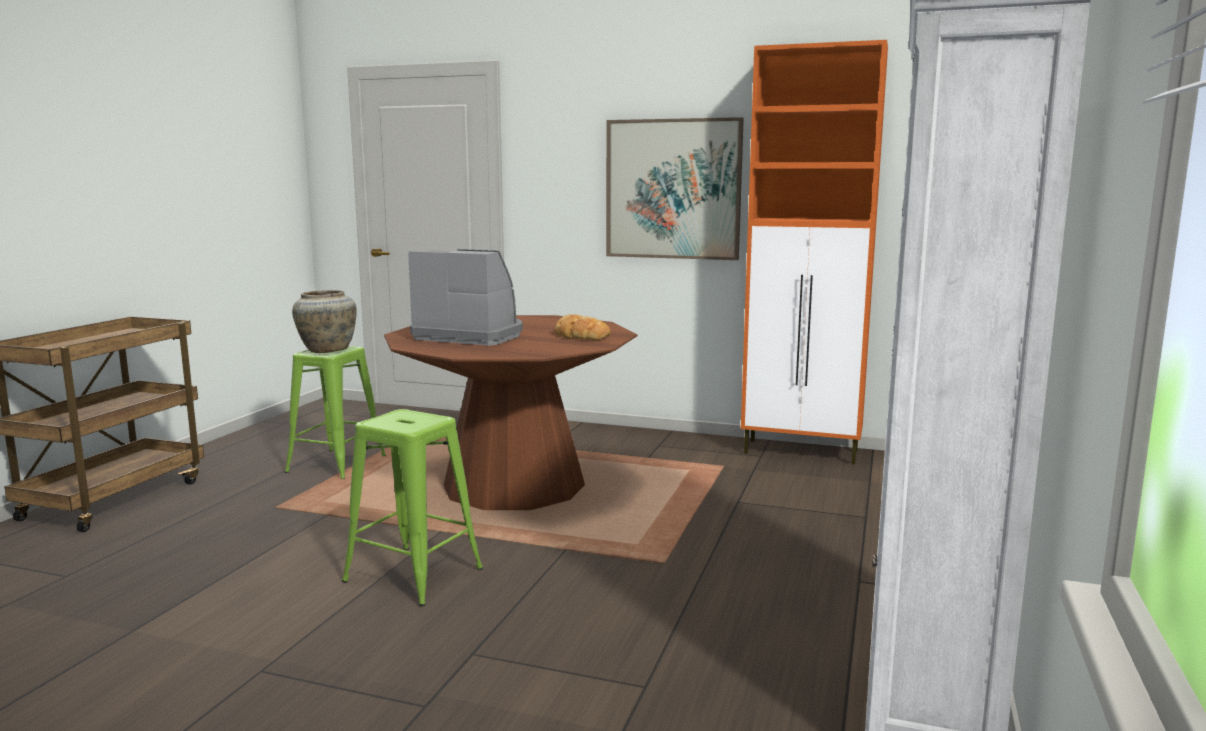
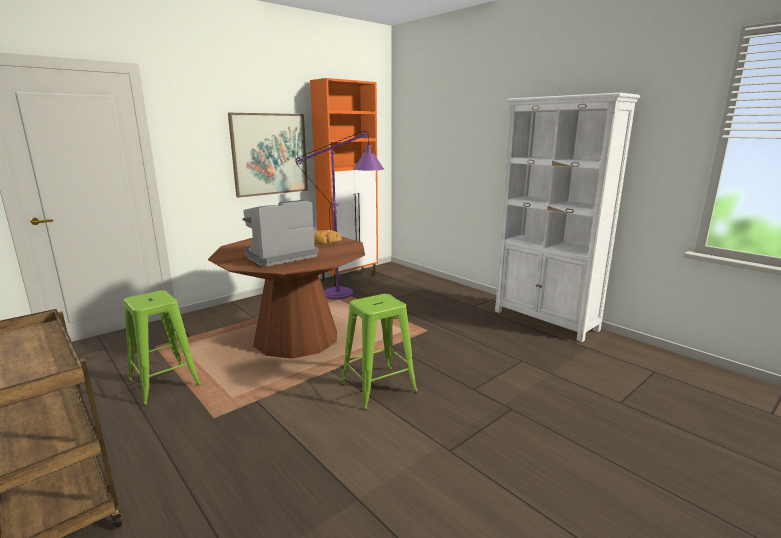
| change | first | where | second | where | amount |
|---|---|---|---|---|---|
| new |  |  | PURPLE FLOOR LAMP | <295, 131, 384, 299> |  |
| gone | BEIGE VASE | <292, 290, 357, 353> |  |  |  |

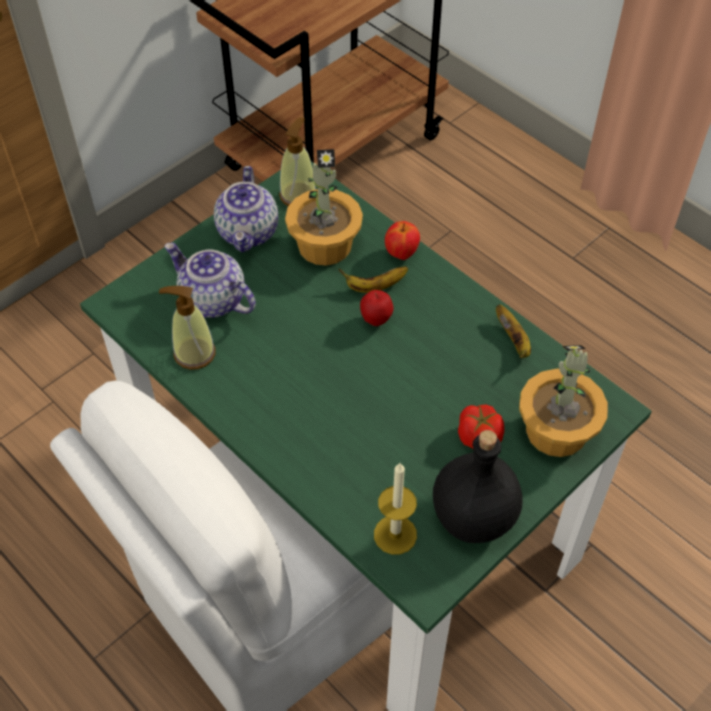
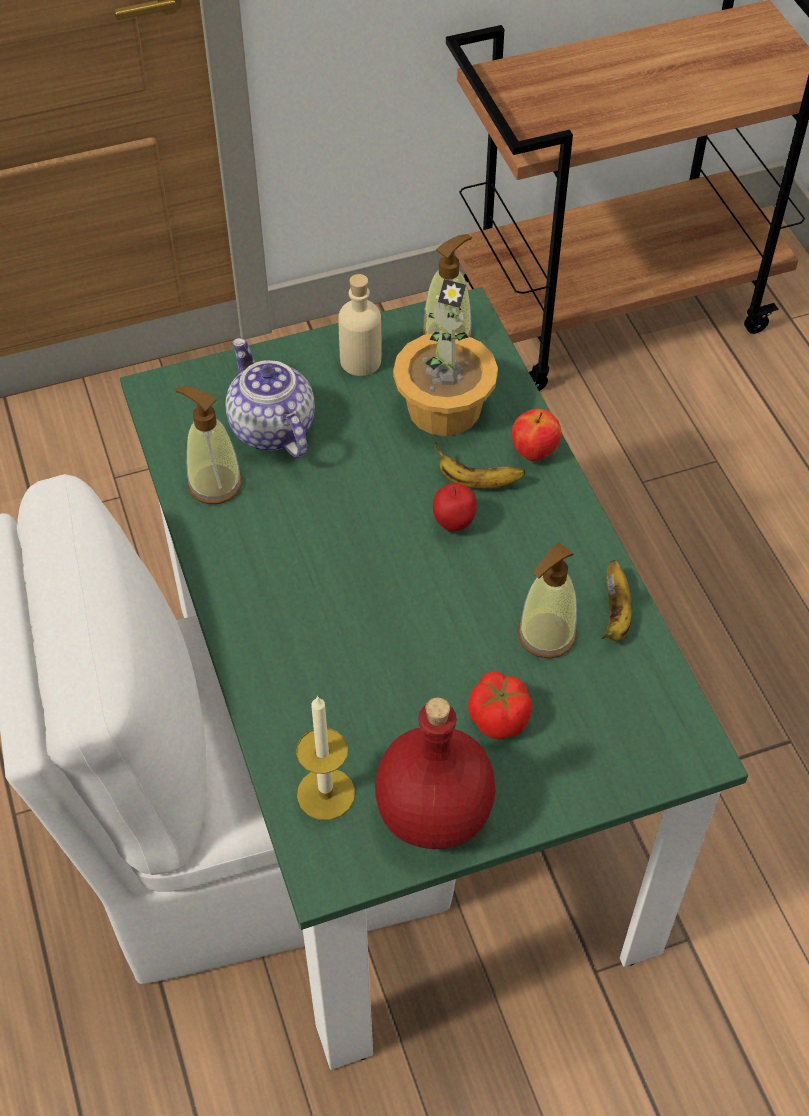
| change | first | where | second | where | amount |
|---|---|---|---|---|---|
| swapped | TEAPOT | <214, 166, 278, 252> | BEIGE BOTTLE | <338, 274, 381, 376> |  |
| repainted | BLACK BOTTLE | <433, 430, 522, 543> | RED BOTTLE | <375, 697, 496, 849> |  |
| new |  |  | SOAP DISPENSER | <518, 542, 577, 658> |  |
| gone | POTTED PLANT | <519, 345, 608, 457> |  |  |  |

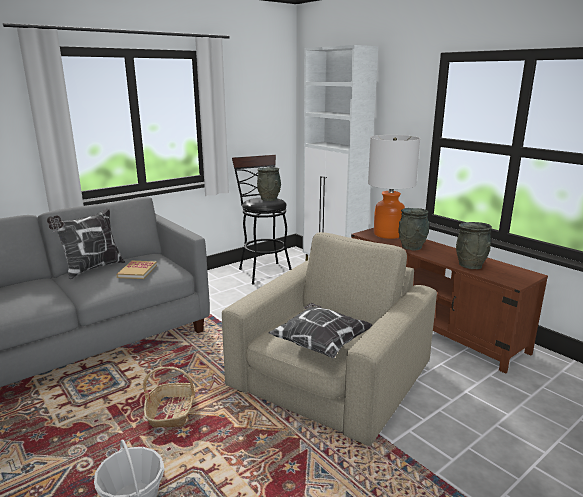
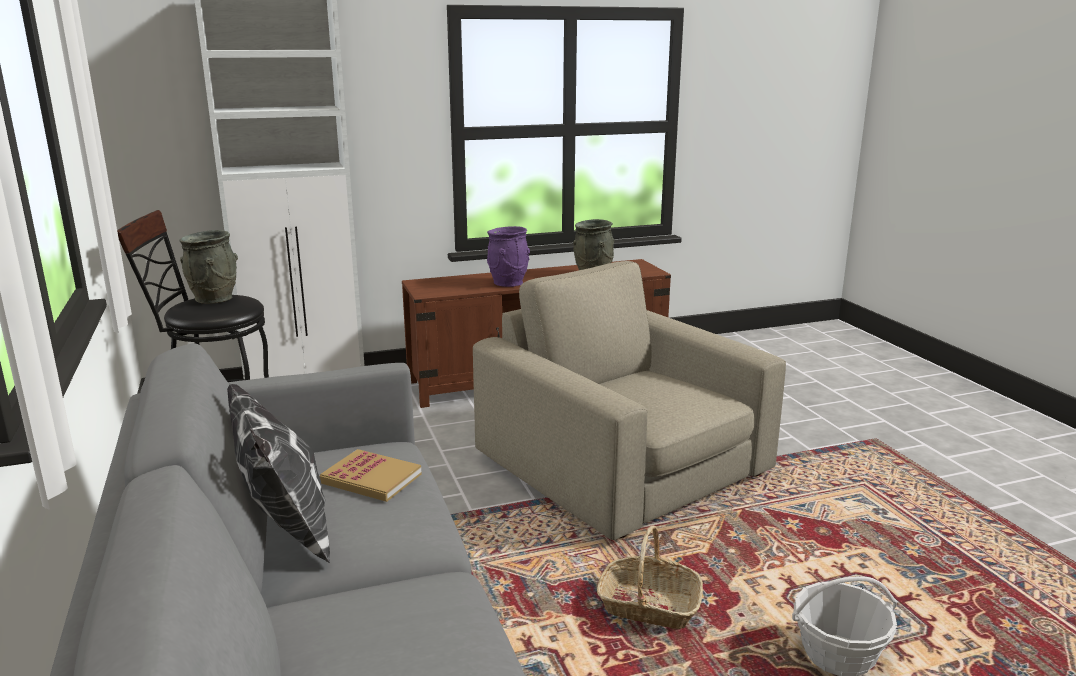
| change | first | where | second | where | amount |
|---|---|---|---|---|---|
| repainted | GREY VASE | <398, 208, 430, 251> | PURPLE VASE | <487, 226, 530, 287> |  |
| gone | PILLOW | <268, 303, 372, 358> |  |  |  |
| gone | TABLE LAMP | <368, 135, 420, 239> |  |  |  |

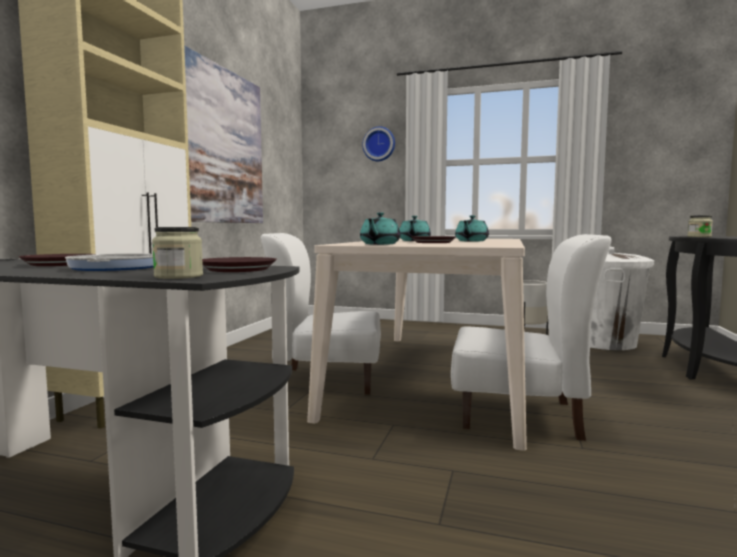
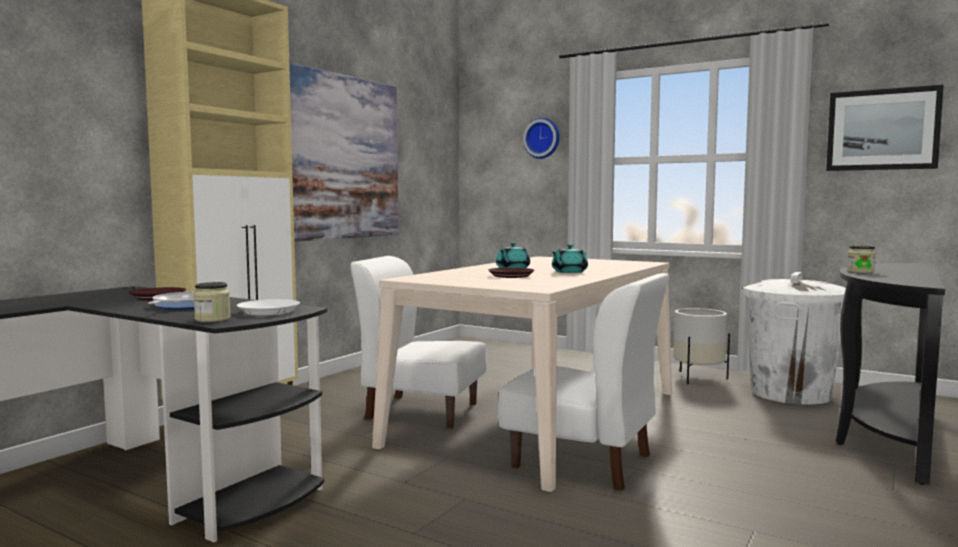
| change | first | where | second | where | amount |
|---|---|---|---|---|---|
| repainted | BROWN PLATE | <202, 257, 277, 272> | WHITE PLATE | <237, 299, 300, 315> |  |
| new |  |  | PICTURE | <826, 85, 944, 171> |  |
| gone | TURQUOISE TEAPOT | <360, 212, 401, 245> |  |  |  |

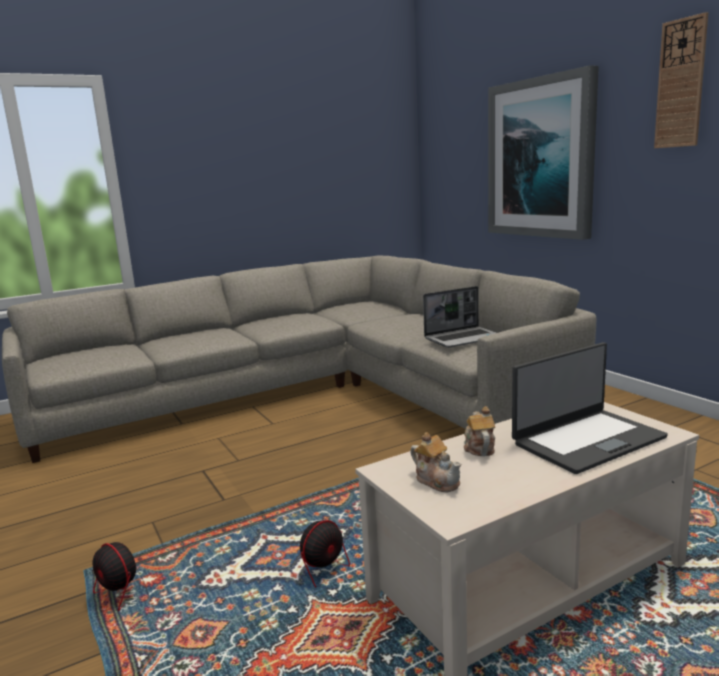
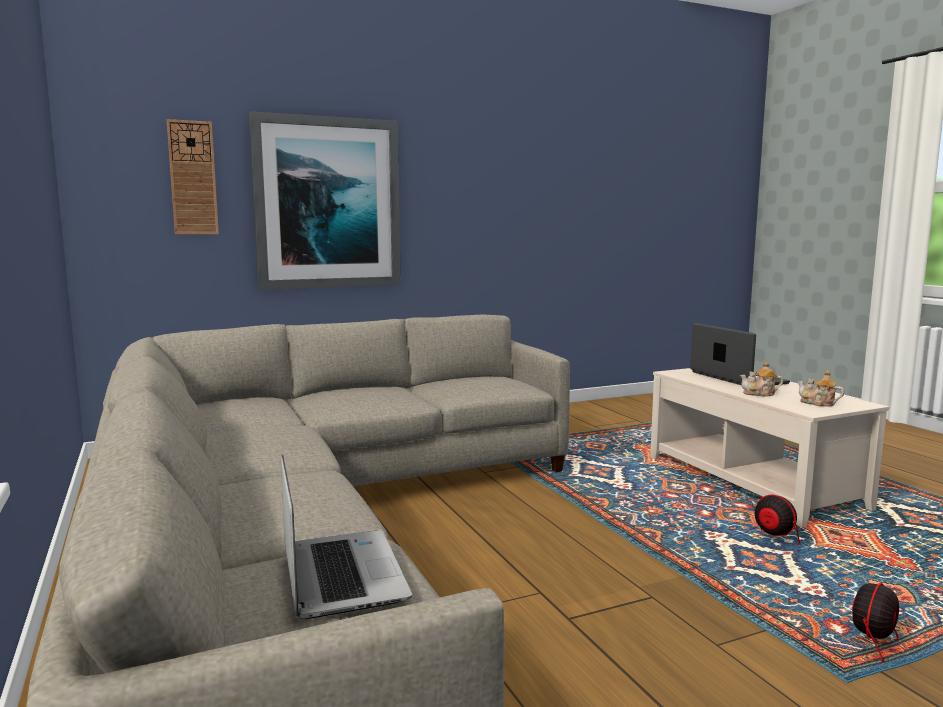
| change | first | where | second | where | amount |
|---|---|---|---|---|---|
| shifted | WALL CLOCK | <654, 12, 708, 148> |  | <167, 119, 219, 235> |  |
| shifted | LAPTOP | <423, 286, 496, 348> |  | <281, 455, 412, 619> |  |
| rotated | TEAPOT | <410, 432, 461, 492> |  | <798, 370, 844, 406> | 105 degrees counterclockwise |

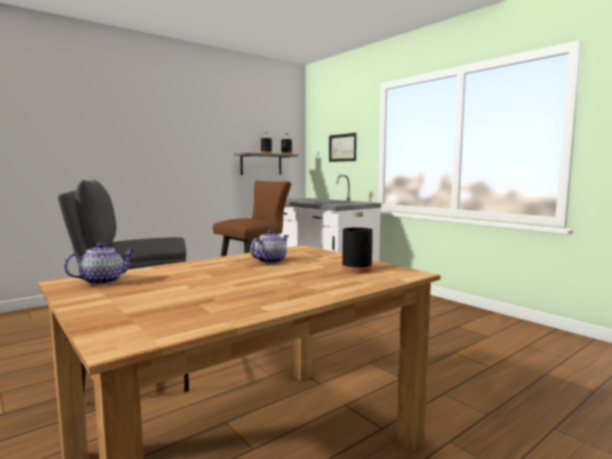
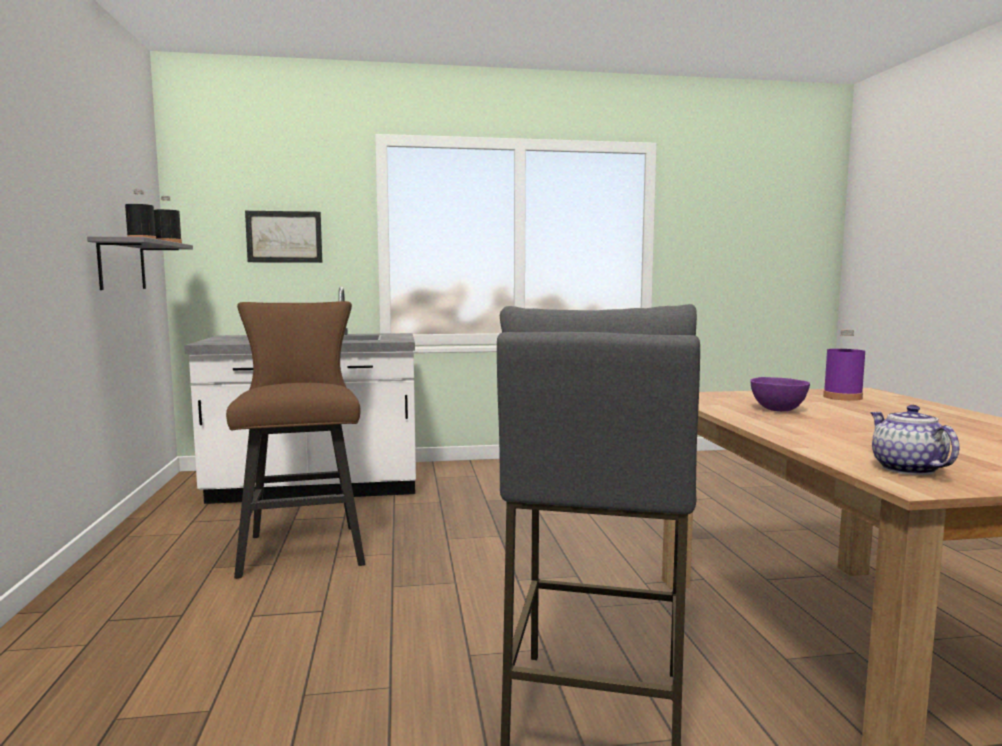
| change | first | where | second | where | amount |
|---|---|---|---|---|---|
| swapped | TEAPOT | <250, 230, 289, 264> | PURPLE BOWL | <750, 377, 810, 411> |  |
| repainted | BLACK BOTTLE | <342, 211, 373, 274> | PURPLE BOTTLE | <823, 330, 865, 401> |  |

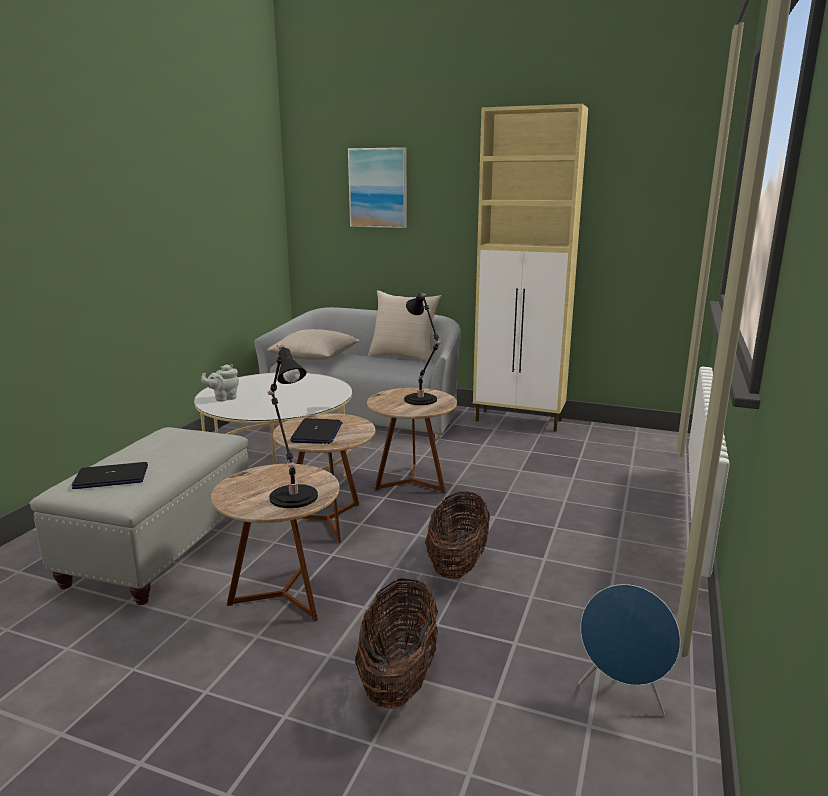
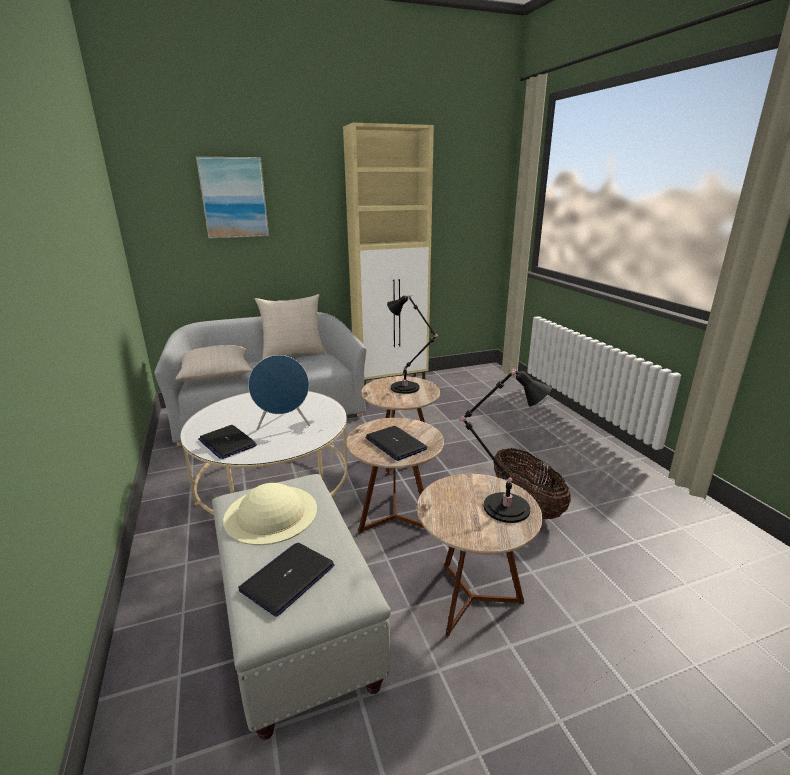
| change | first | where | second | where | amount |
|---|---|---|---|---|---|
| swapped | GREY TEAPOT | <201, 364, 239, 402> | LAPTOP | <198, 425, 257, 459> |  |
| new |  |  | BEIGE HAT | <223, 483, 317, 545> |  |
| shifted | BLUE SPEAKER | <578, 584, 681, 716> |  | <248, 355, 310, 430> |  |
| gone | BASKET | <355, 578, 438, 709> |  |  |  |

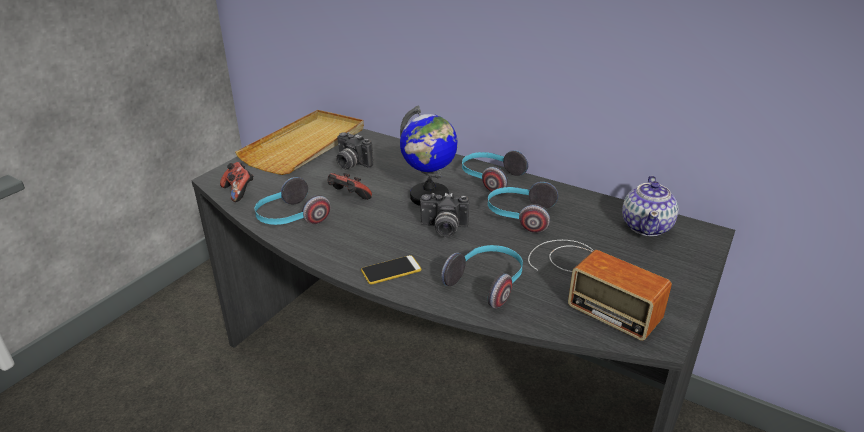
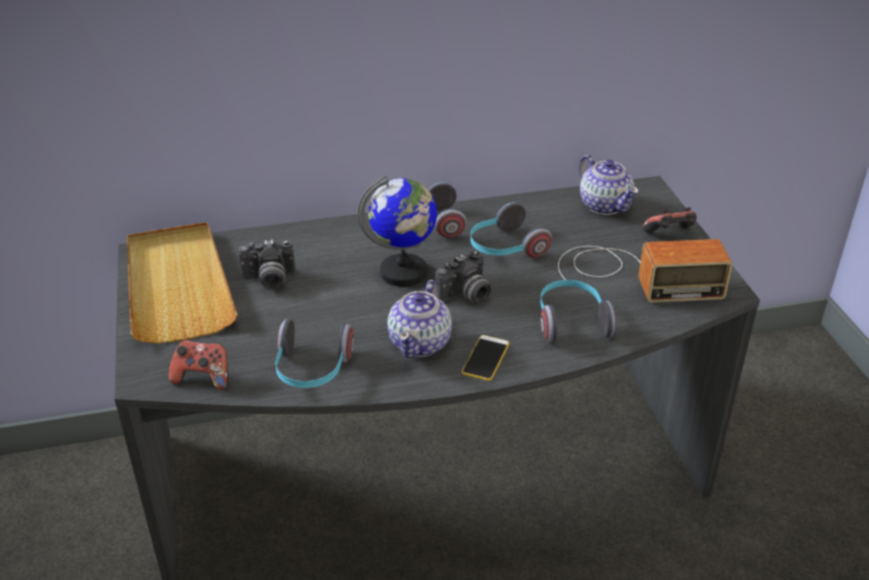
| change | first | where | second | where | amount |
|---|---|---|---|---|---|
| new |  |  | TEAPOT | <387, 280, 452, 358> |  |
| shifted | GAME CONTROLLER | <328, 173, 372, 200> |  | <643, 207, 697, 233> |  |

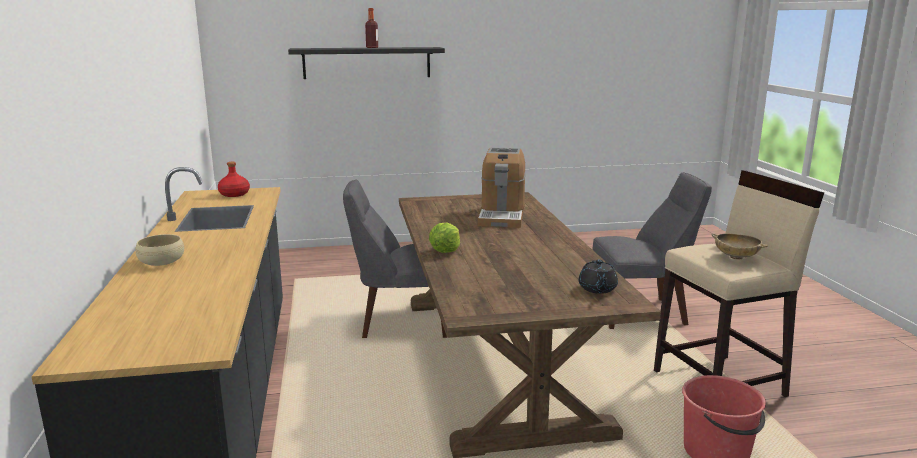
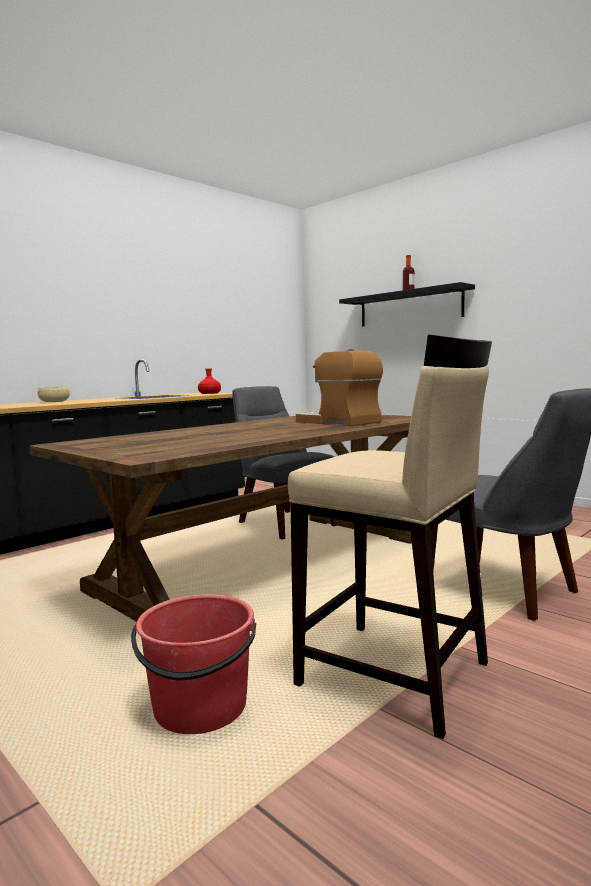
| change | first | where | second | where | amount |
|---|---|---|---|---|---|
| rotated | COFFEE MACHINE | <478, 148, 526, 228> |  | <296, 349, 383, 426> | 75 degrees clockwise |
| gone | LETTUCE | <429, 223, 460, 253> |  |  |  |
| gone | BLACK TEAPOT | <578, 260, 618, 294> |  |  |  |
| gone | BEIGE BOWL | <711, 234, 768, 260> |  |  |  |

